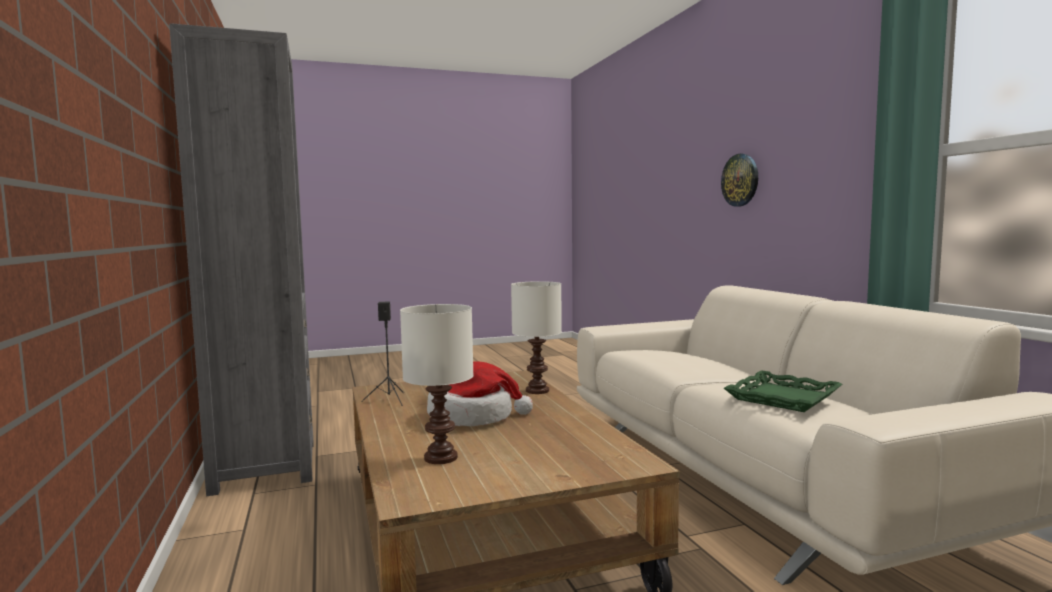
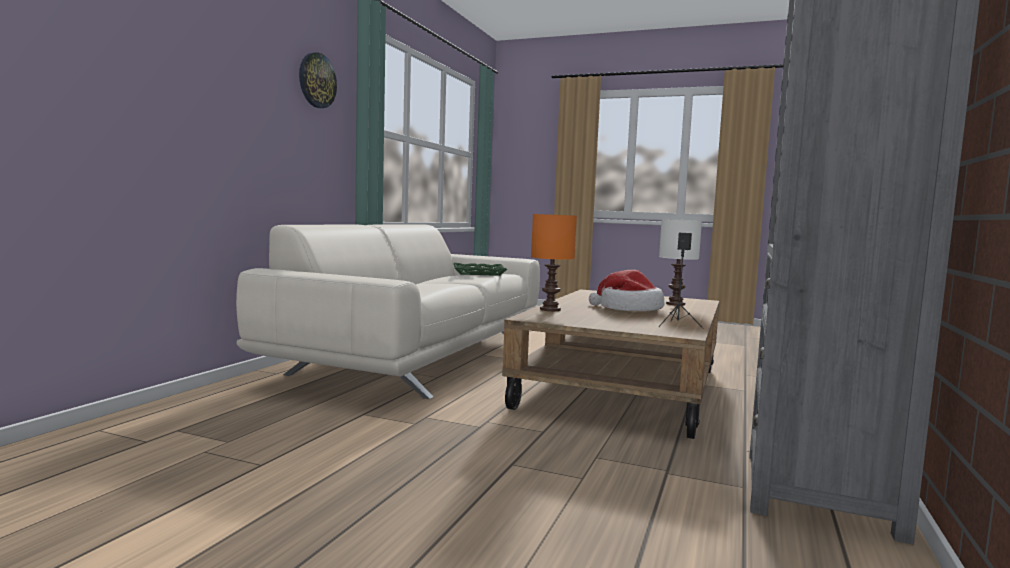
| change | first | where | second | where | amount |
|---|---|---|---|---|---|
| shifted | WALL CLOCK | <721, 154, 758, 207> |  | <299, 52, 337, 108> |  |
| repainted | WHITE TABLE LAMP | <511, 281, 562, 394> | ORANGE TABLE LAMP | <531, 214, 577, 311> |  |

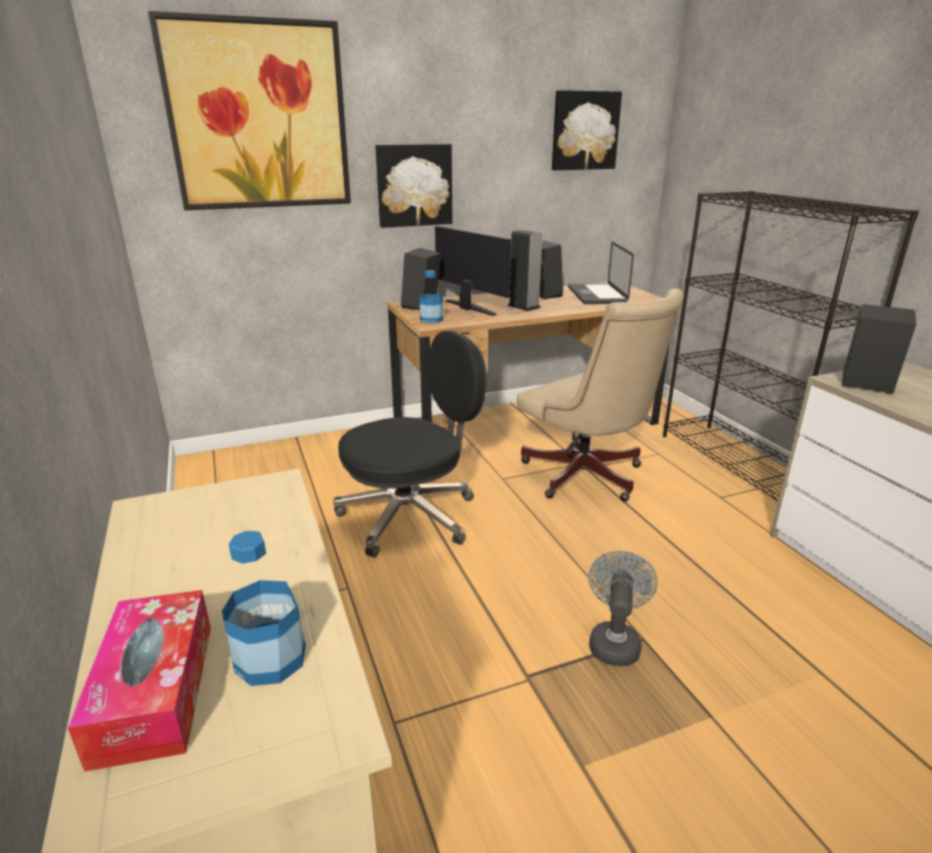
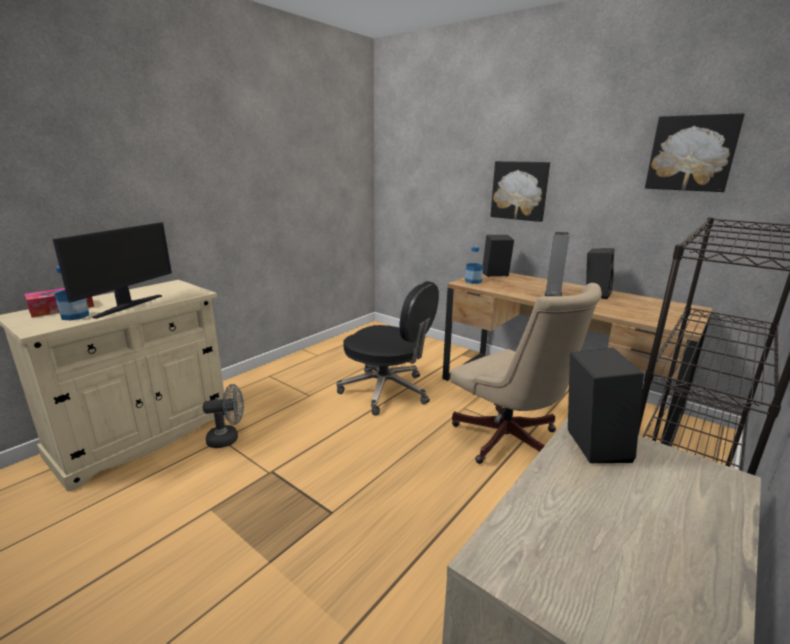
| change | first | where | second | where | amount |
|---|---|---|---|---|---|
| shifted | MONITOR | <435, 226, 511, 316> |  | <53, 222, 172, 319> |  |
| shifted | GREY FAN | <588, 551, 658, 666> |  | <203, 384, 244, 448> |  |
| rotated | BEIGE OFFICE CHAIR | <517, 288, 684, 502> |  | <450, 283, 602, 464> | 60 degrees counterclockwise |
| gone | PICTURE | <148, 11, 351, 210> |  |  |  |
| gone | LAPTOP | <568, 242, 634, 304> |  |  |  |

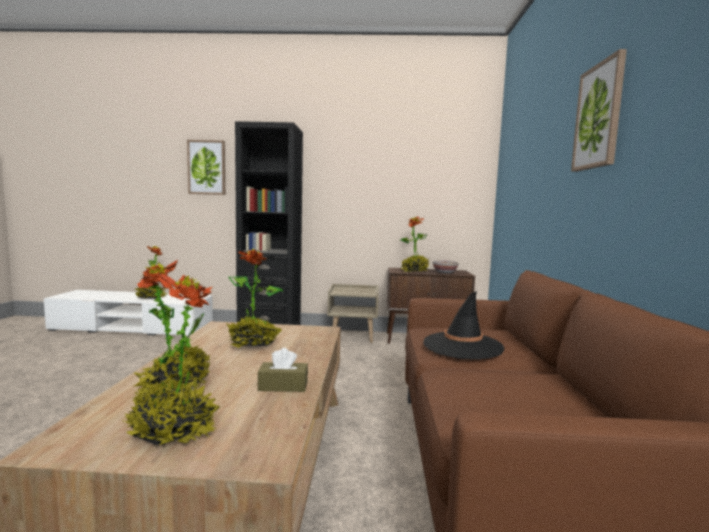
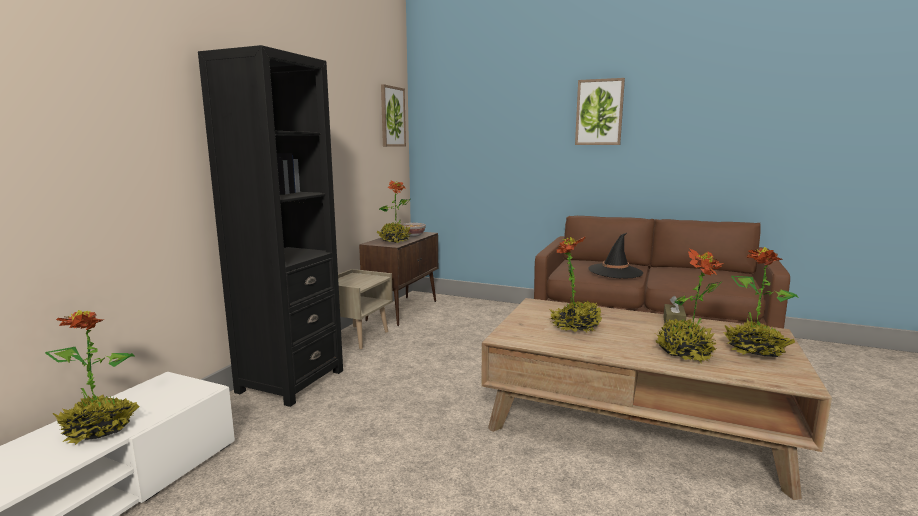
| change | first | where | second | where | amount |
|---|---|---|---|---|---|
| shifted | PICTURE | <187, 140, 225, 195> |  | <381, 84, 406, 147> |  |

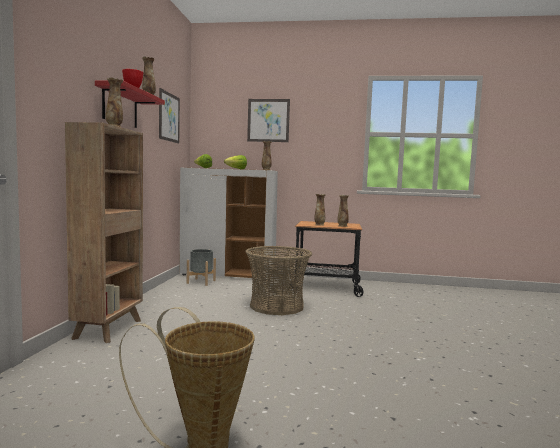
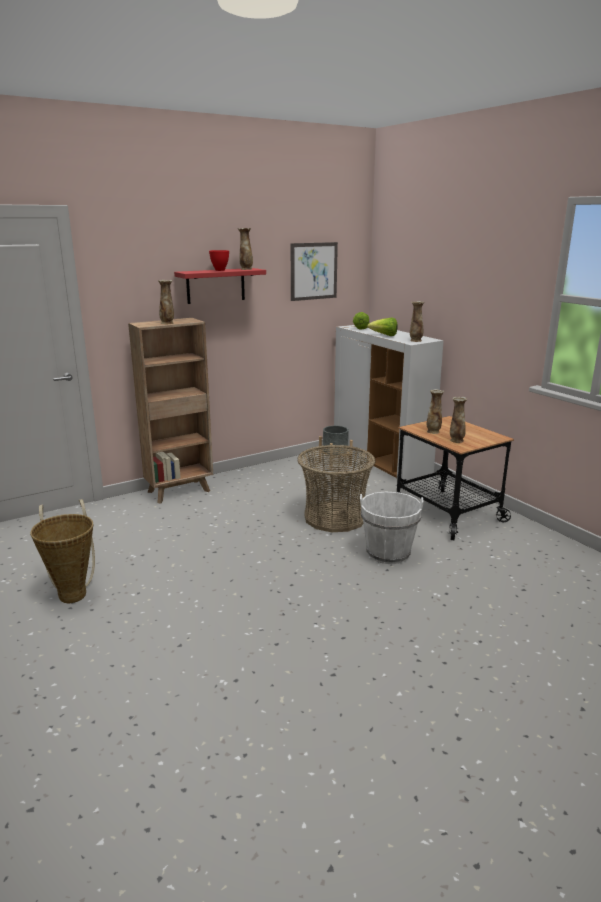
| change | first | where | second | where | amount |
|---|---|---|---|---|---|
| new |  |  | WHITE BUCKET | <360, 492, 424, 564> |  |
| gone | PICTURE | <247, 99, 290, 142> |  |  |  |

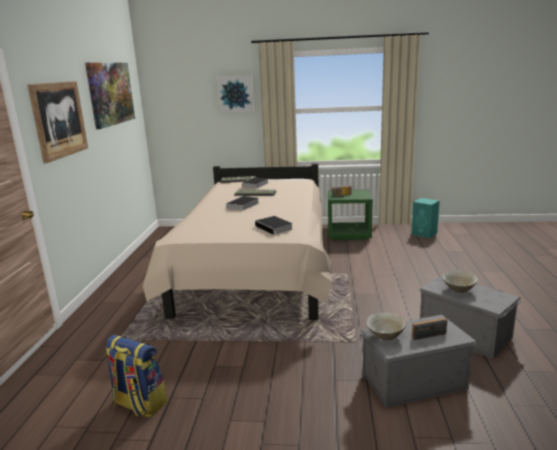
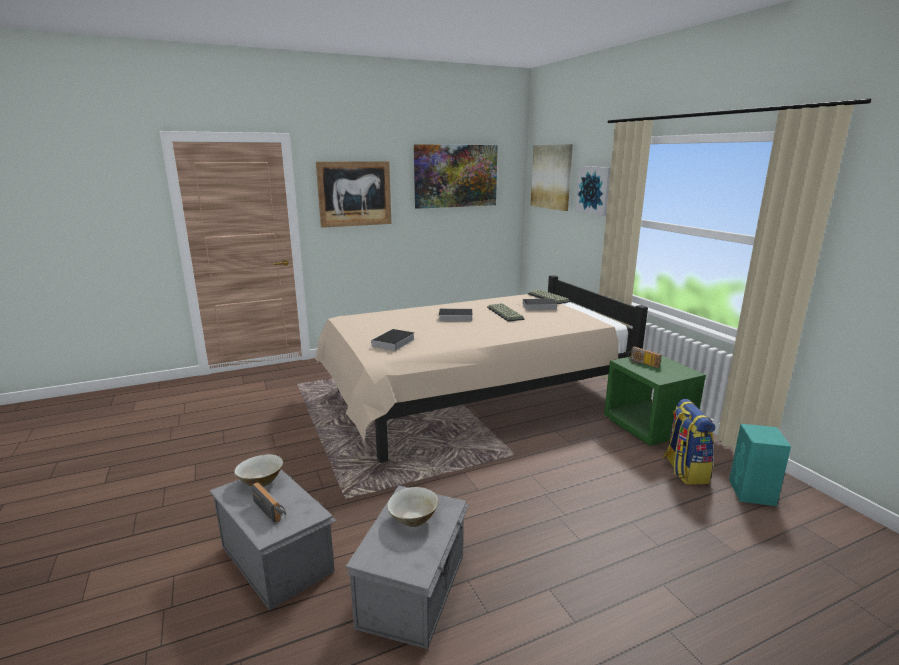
| change | first | where | second | where | amount |
|---|---|---|---|---|---|
| new |  |  | PICTURE | <530, 144, 573, 211> |  |
| shifted | BACKPACK | <105, 335, 167, 418> |  | <663, 399, 715, 485> |  |

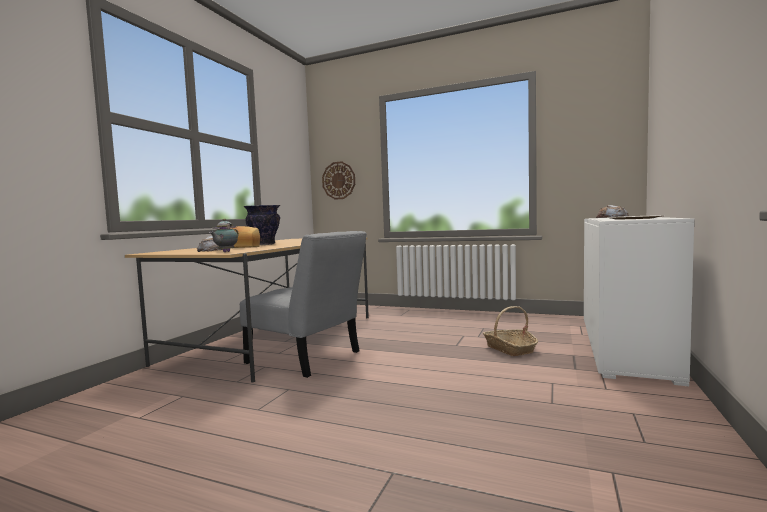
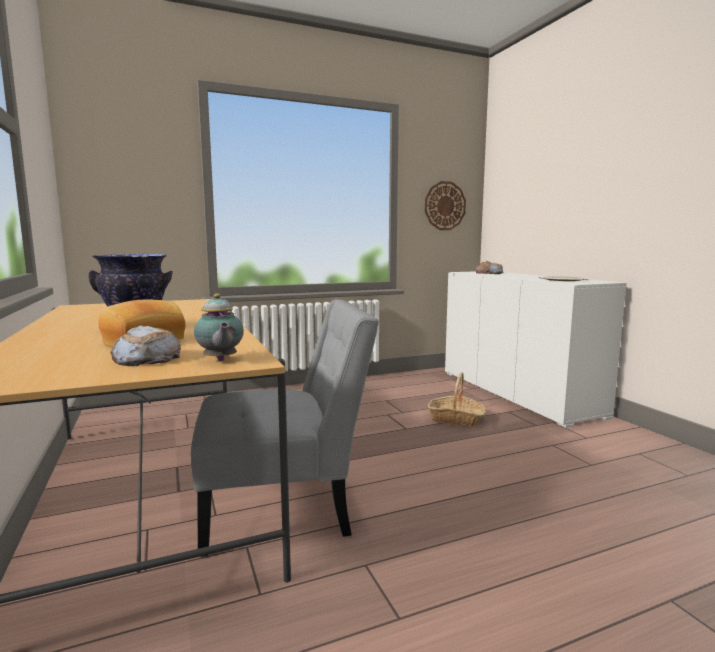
| change | first | where | second | where | amount |
|---|---|---|---|---|---|
| shifted | WALL CLOCK | <322, 161, 355, 200> |  | <425, 181, 466, 230> |  |

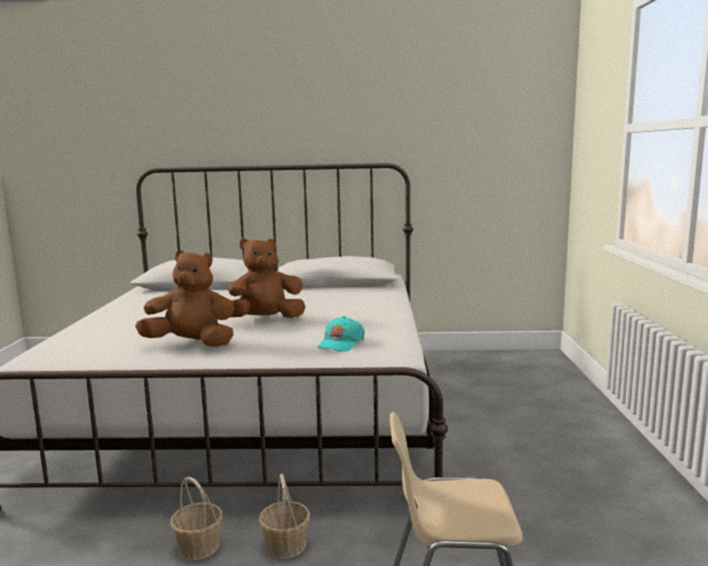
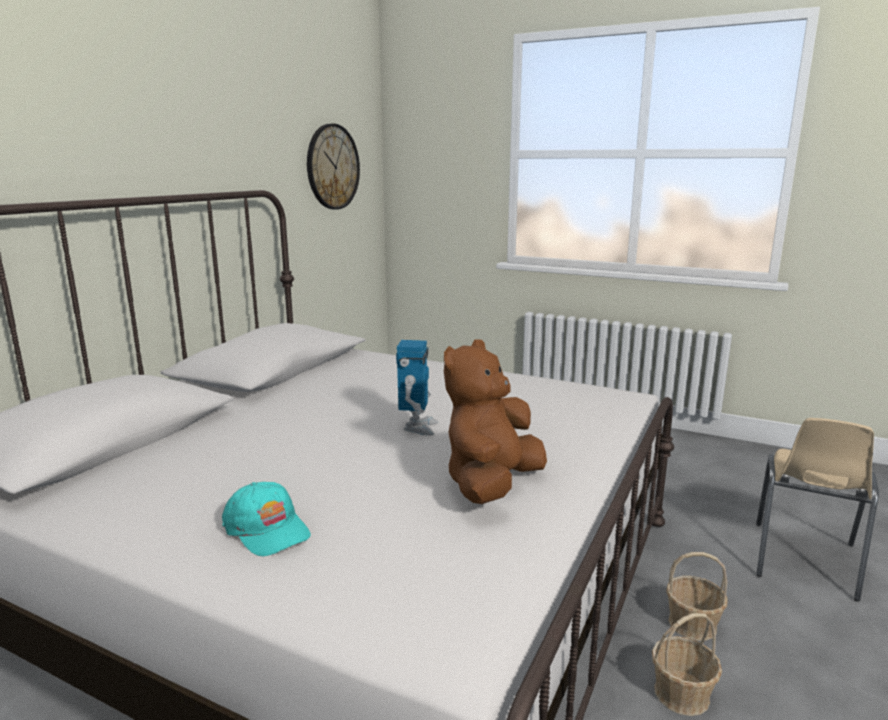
| change | first | where | second | where | amount |
|---|---|---|---|---|---|
| shifted | TURQUOISE CAP | <318, 316, 365, 352> |  | <222, 482, 311, 557> |  |
| new |  |  | WALL CLOCK | <307, 124, 360, 210> |  |
| swapped | BROWN PLUSH TOY | <228, 238, 306, 318> | TOY ROBOT | <396, 340, 438, 435> |  |

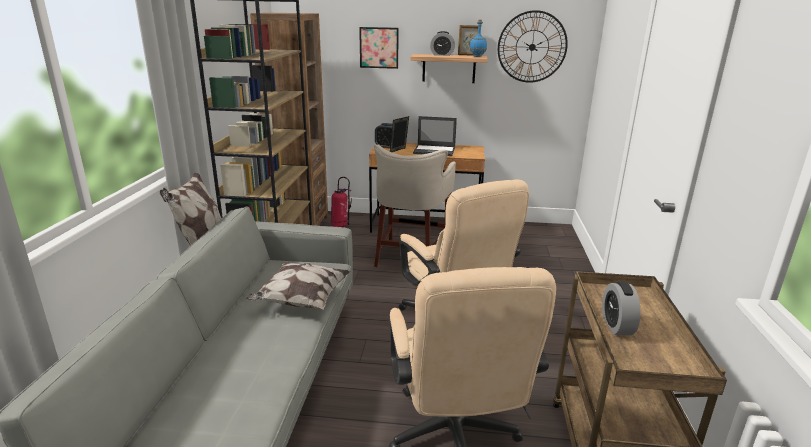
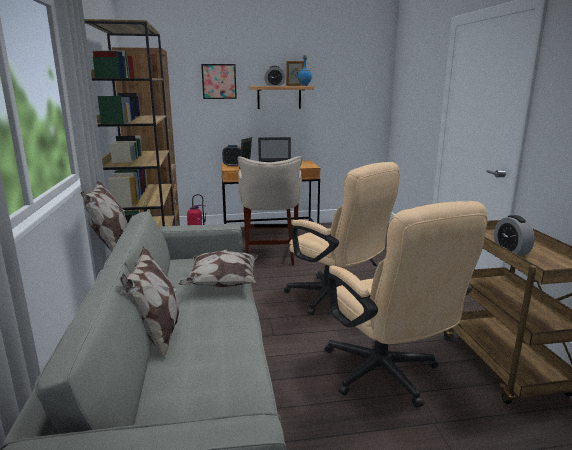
| change | first | where | second | where | amount |
|---|---|---|---|---|---|
| new |  |  | PILLOW | <120, 247, 179, 359> |  |
| gone | WALL CLOCK | <498, 10, 568, 83> |  |  |  |

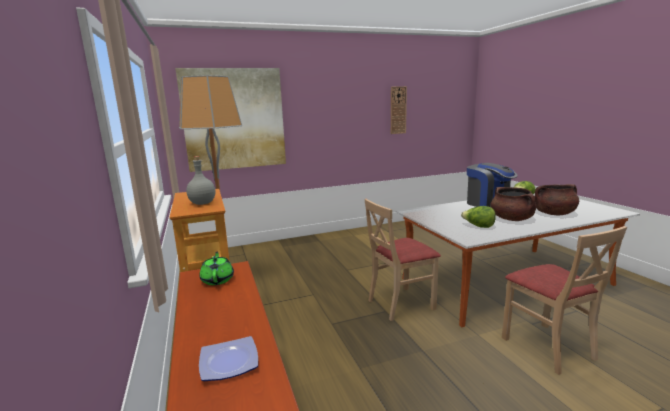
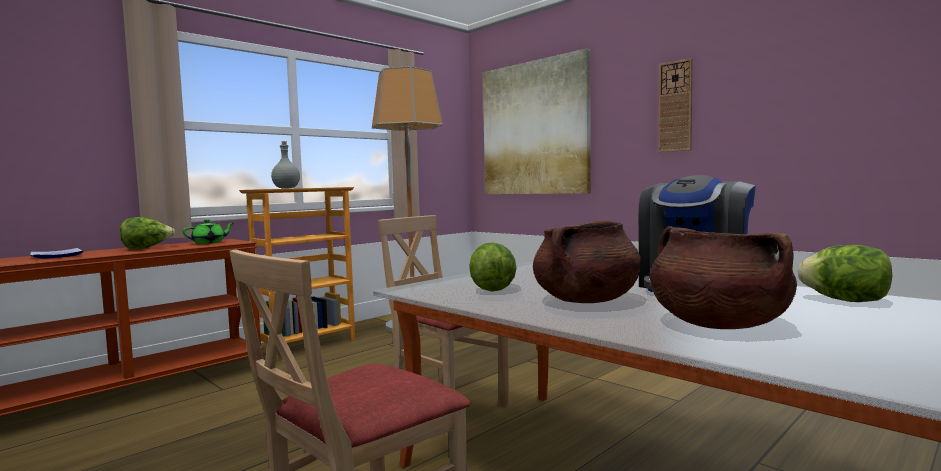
| change | first | where | second | where | amount |
|---|---|---|---|---|---|
| new |  |  | LETTUCE | <120, 217, 175, 249> |  |
| shifted | WALL CLOCK | <391, 86, 407, 134> |  | <658, 58, 692, 152> |  |

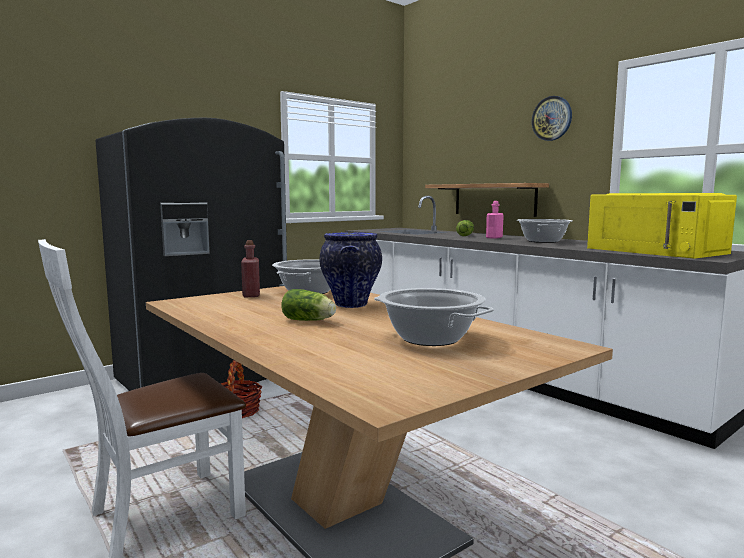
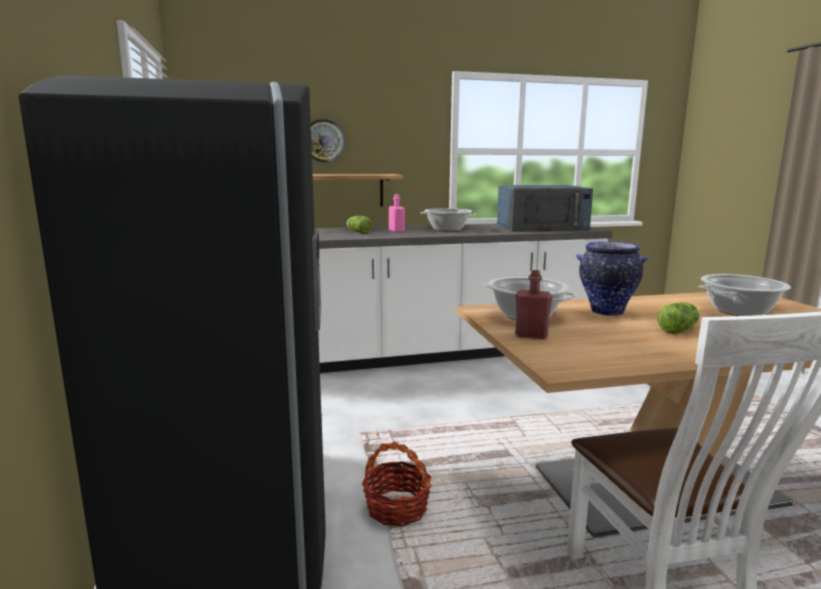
| change | first | where | second | where | amount |
|---|---|---|---|---|---|
| shifted | WALL CLOCK | <532, 96, 572, 141> |  | <311, 119, 345, 162> |  |
| repainted | YELLOW MICROWAVE | <587, 193, 737, 259> | BLUE MICROWAVE | <497, 185, 593, 232> |  |

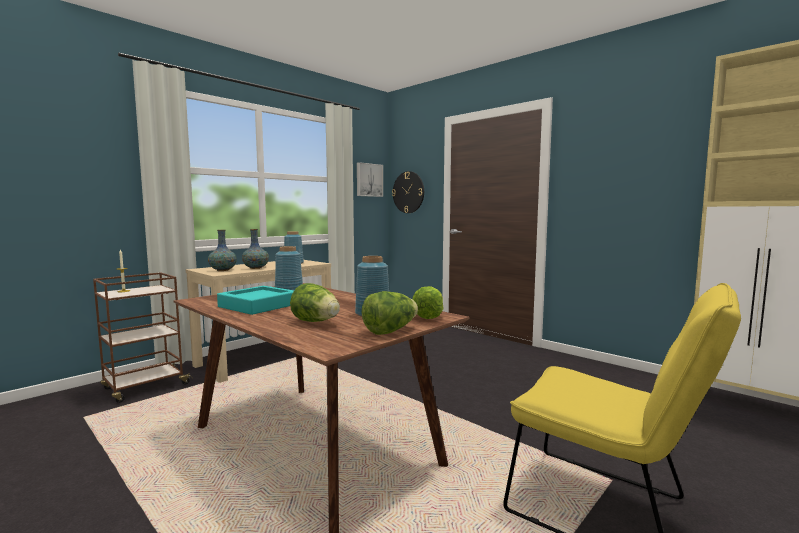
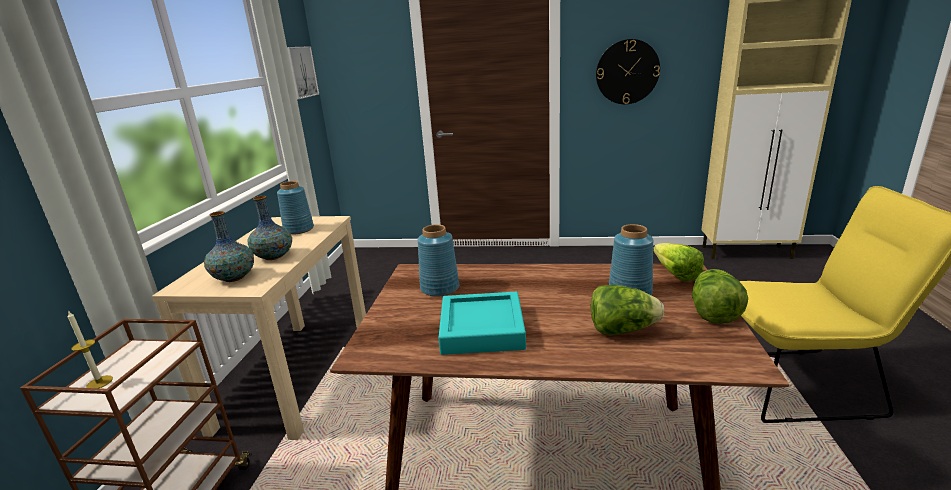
| change | first | where | second | where | amount |
|---|---|---|---|---|---|
| shifted | WALL CLOCK | <392, 171, 424, 213> |  | <596, 39, 660, 104> |  |

